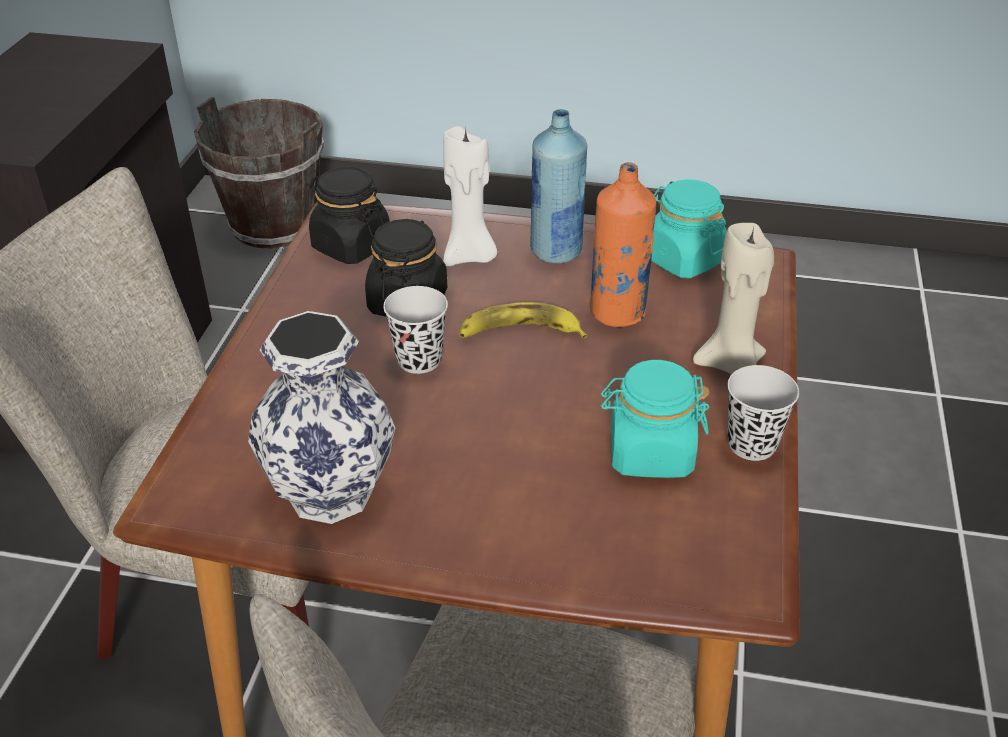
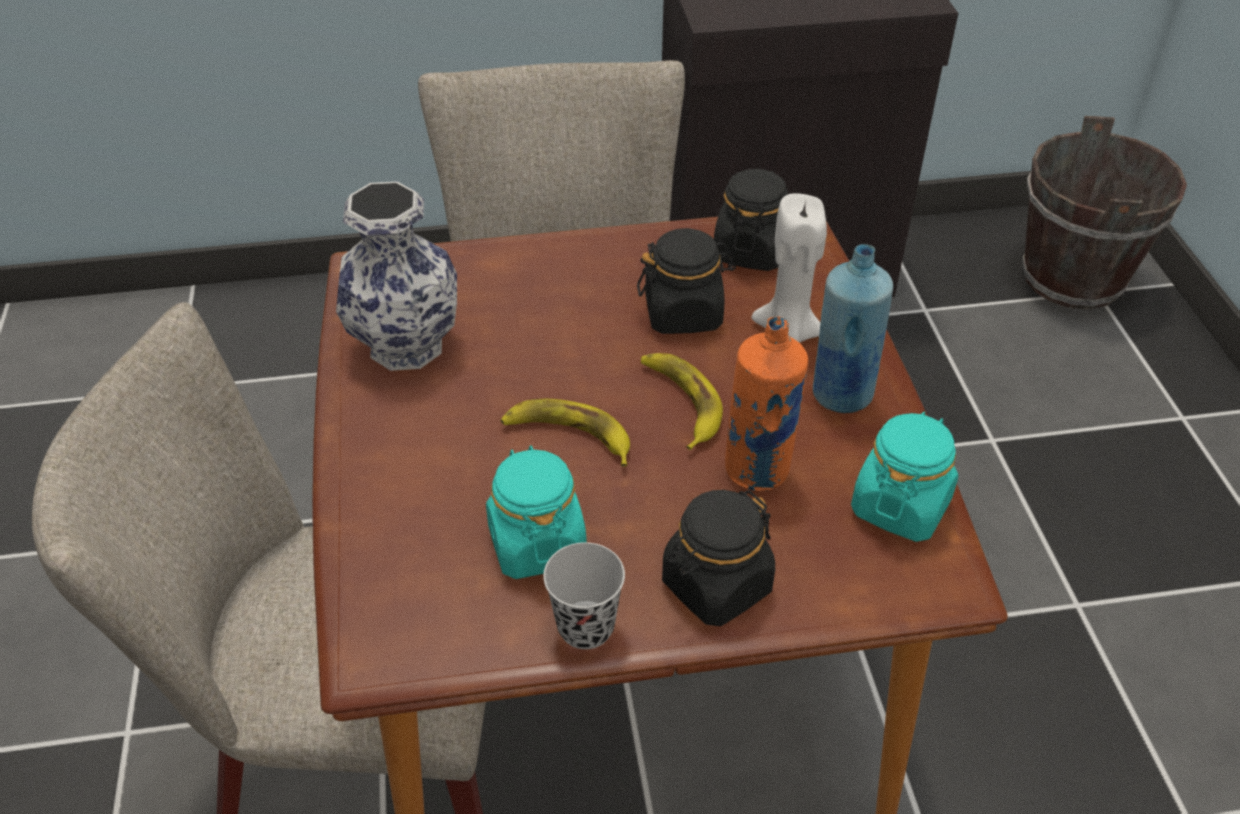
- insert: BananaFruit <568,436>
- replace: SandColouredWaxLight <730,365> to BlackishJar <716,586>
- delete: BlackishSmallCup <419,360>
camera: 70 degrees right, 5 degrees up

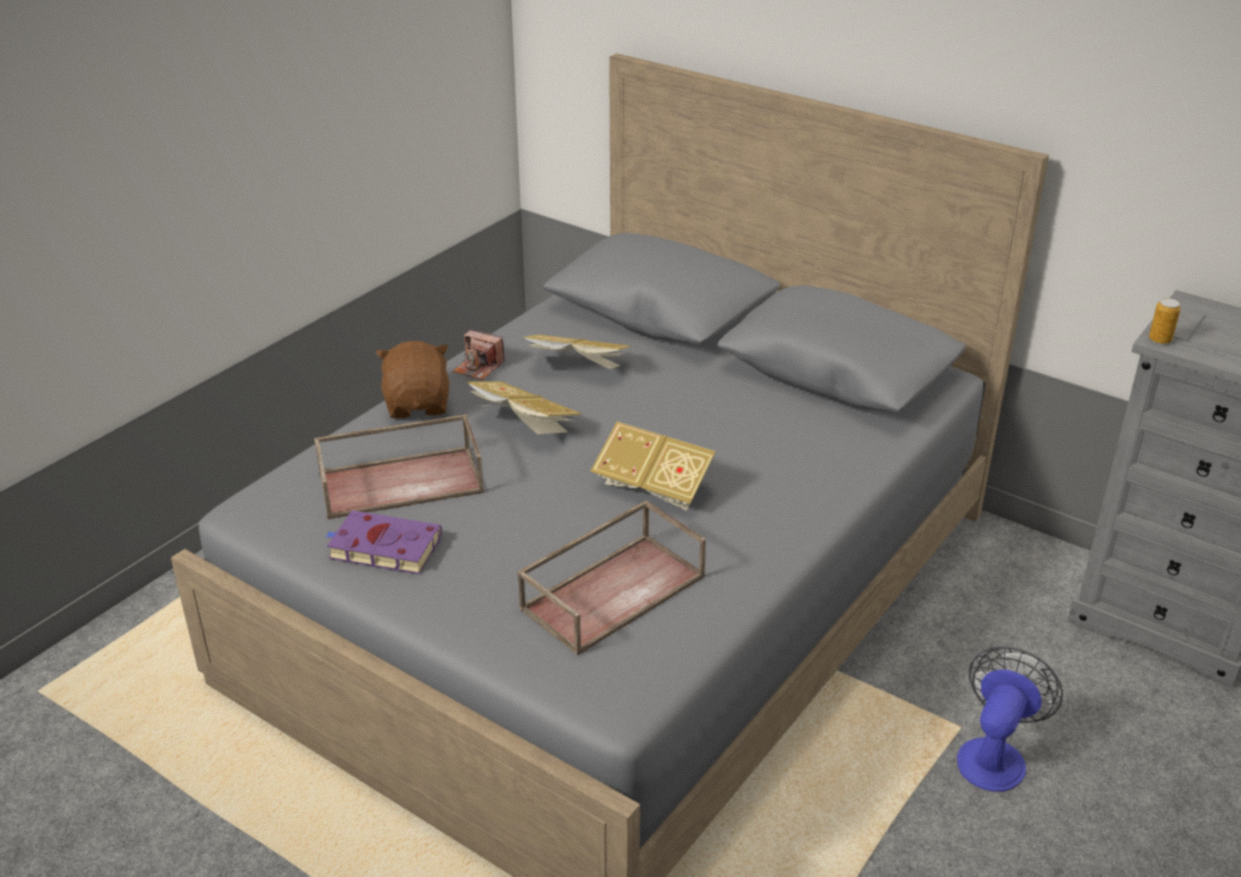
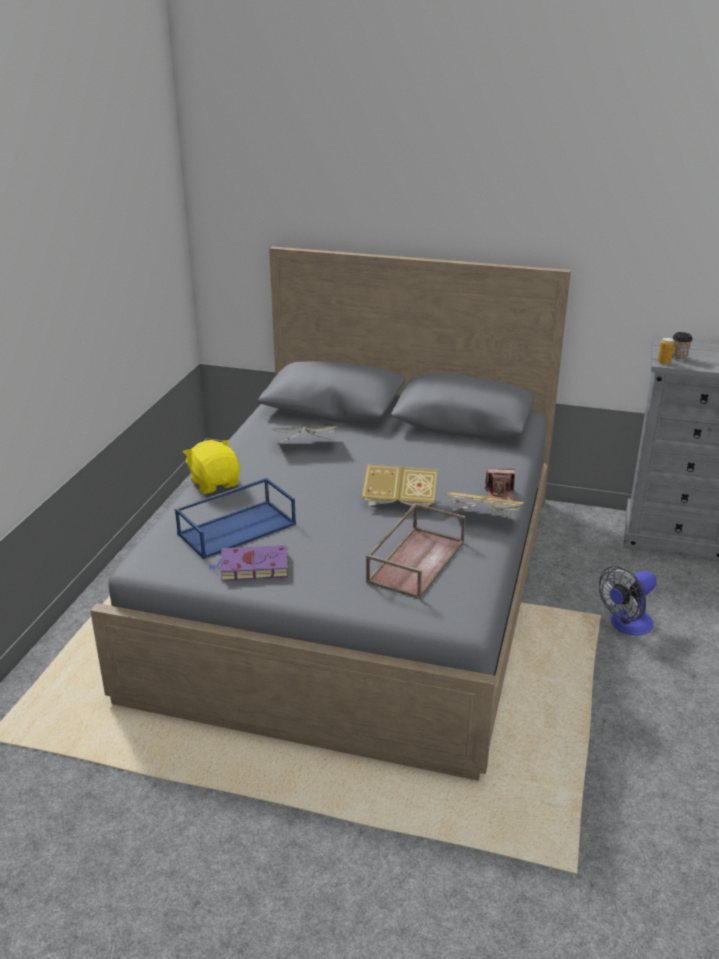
- recolor: BrownCarryingTray <402,481> to BluishCarryingTray <237,528>
- recolor: BrownCuddlyToy <418,404> to YellowishCuddlyToy <215,483>
- move: Volume <523,426> to <483,519>
- move: StillCamera <478,368> to <500,494>
- rotate: Fan <994,755> = <626,625> 135 degrees counterclockwise
- insert: SmallCup <679,358>
camera: 20 degrees left, 5 degrees down

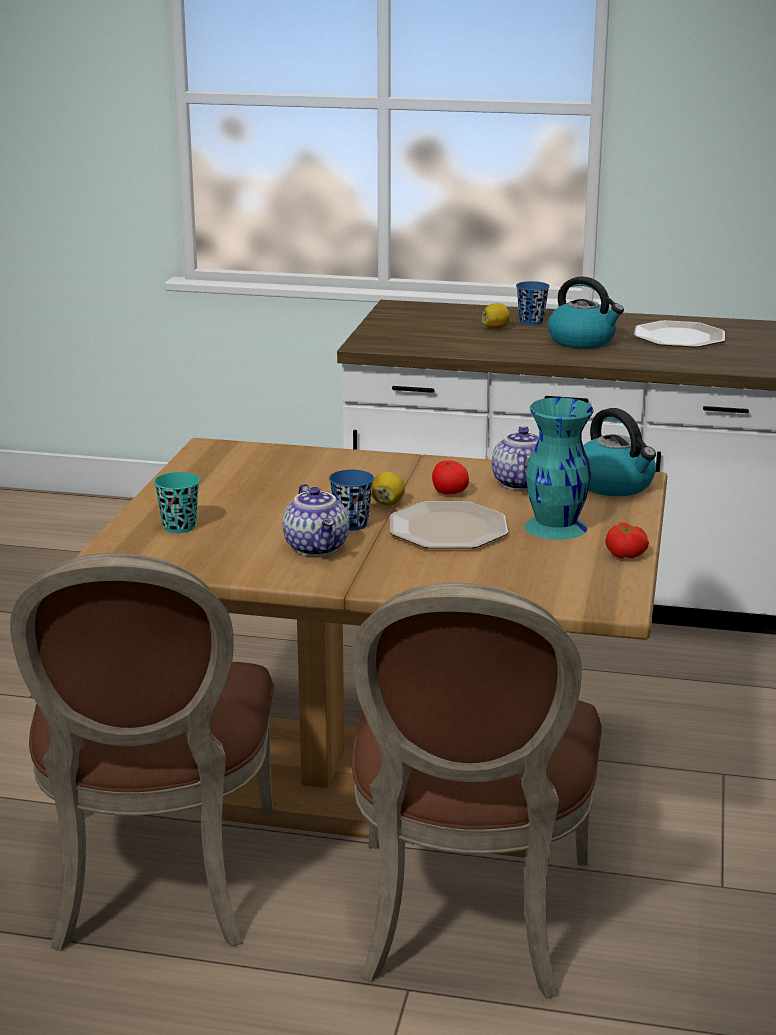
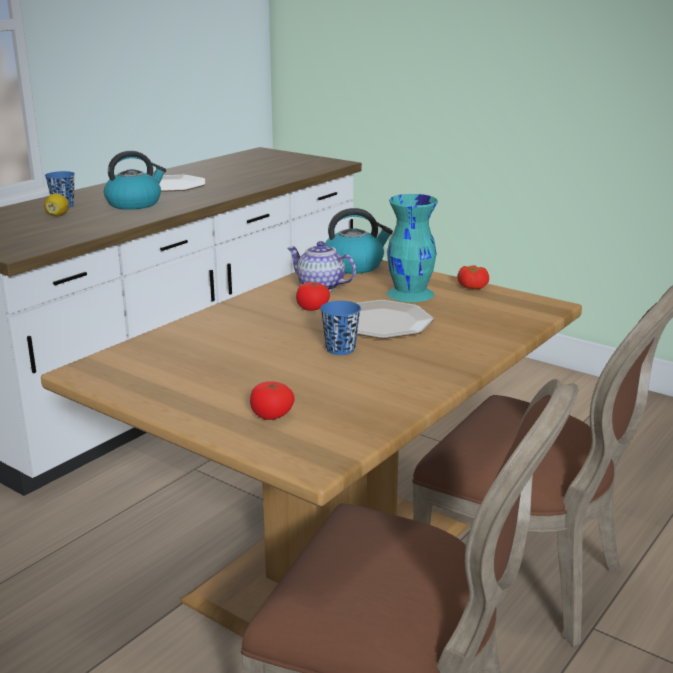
- replace: BlueGreenSmallCup <179,527> to WholeTomato <272,416>
- delete: PotForTea <318,548>
- delete: Lemon <387,503>
camera: 65 degrees left, 0 degrees up

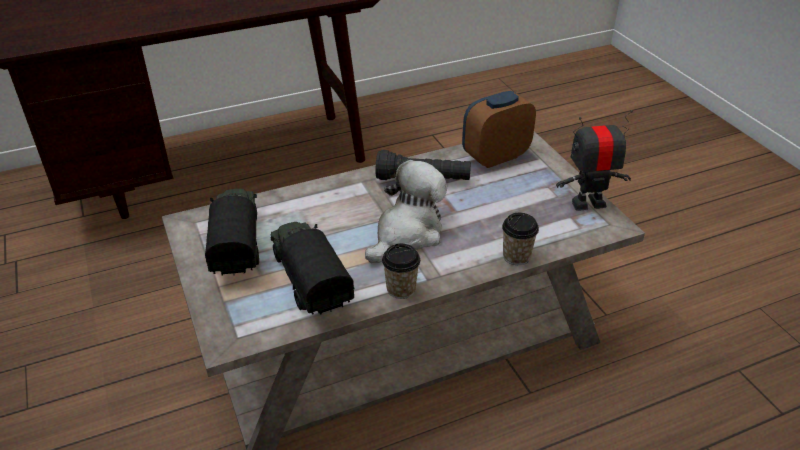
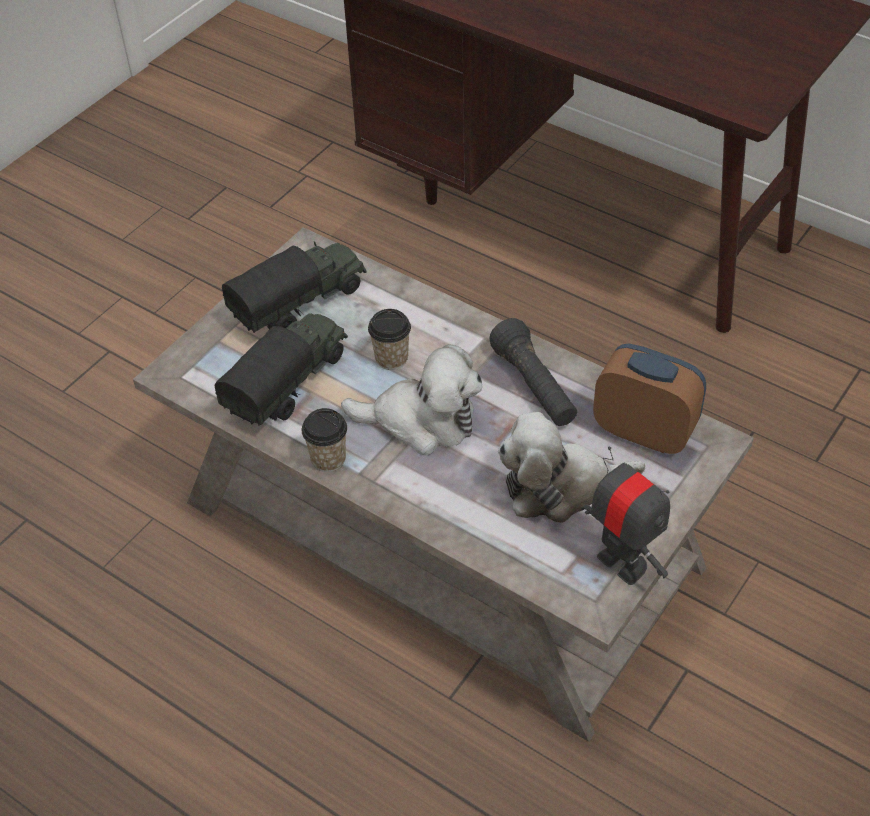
- move: SmallCup <516,256> to <391,358>
- insert: CuddlyToy <560,487>
camera: 60 degrees right, 10 degrees up

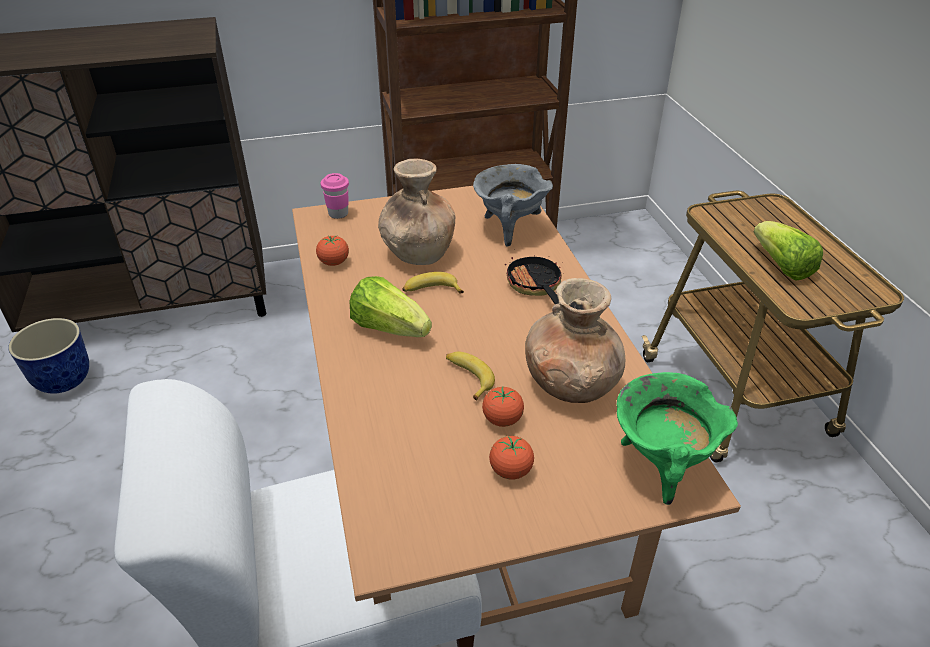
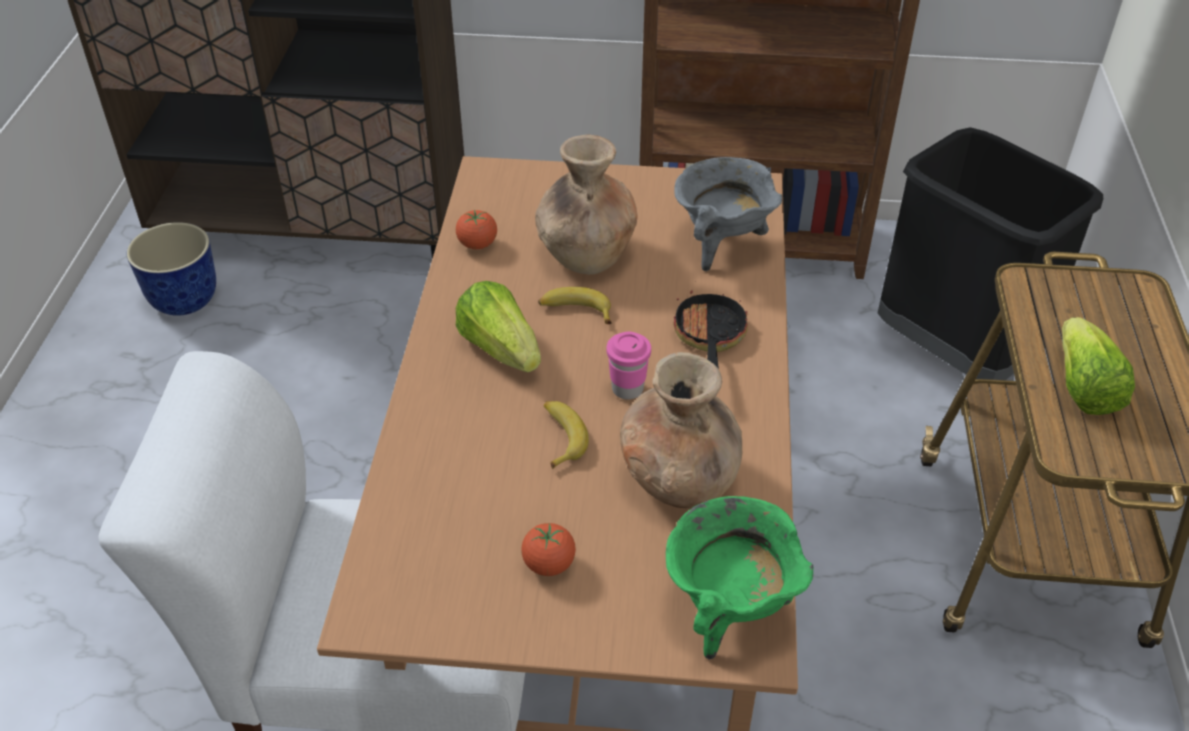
- move: PinkSmallCup <338,214> to <627,389>
- insert: BlackishTrashCan <955,351>
- delete: WholeTomato <502,419>
camera: 20 degrees right, 5 degrees up

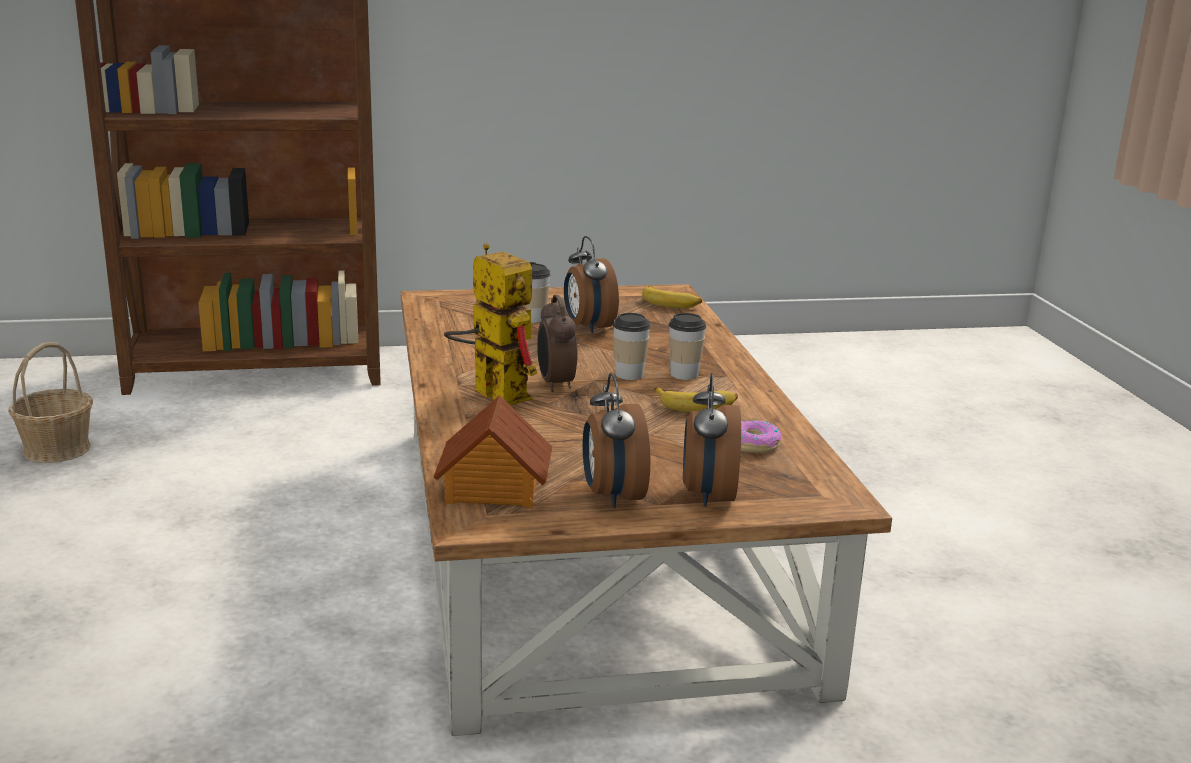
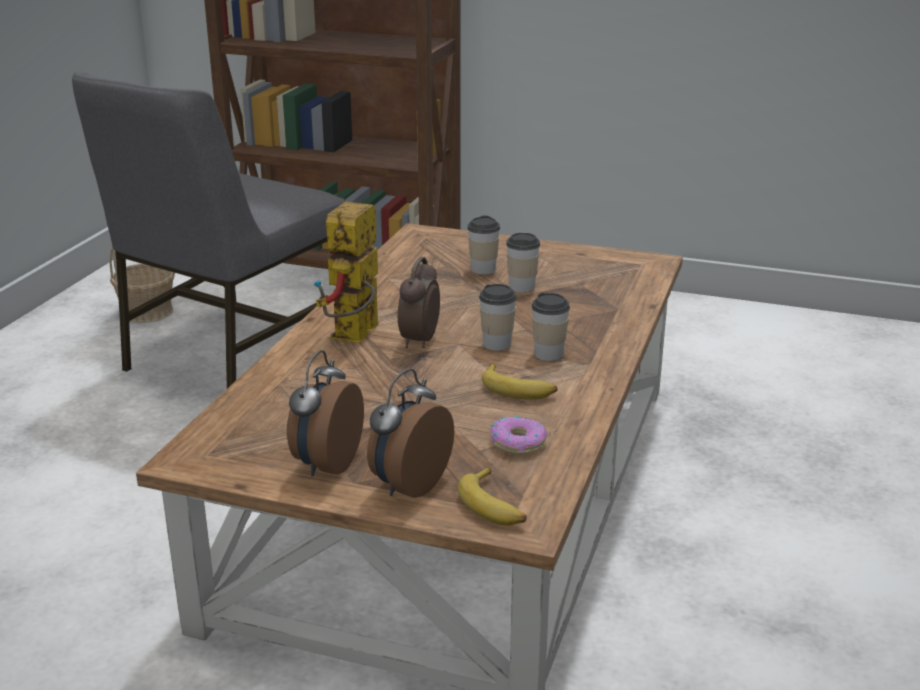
- insert: GrayPlainChair <232,355>
- rotate: ModelRobot <490,392> = <355,337> 150 degrees counterclockwise
- move: BananaFruit <671,303> to <494,506>
- replace: BedsideClock <587,327> to SmallCup <522,287>
- delete: ToyHouse <493,488>
camera: 30 degrees right, 5 degrees up

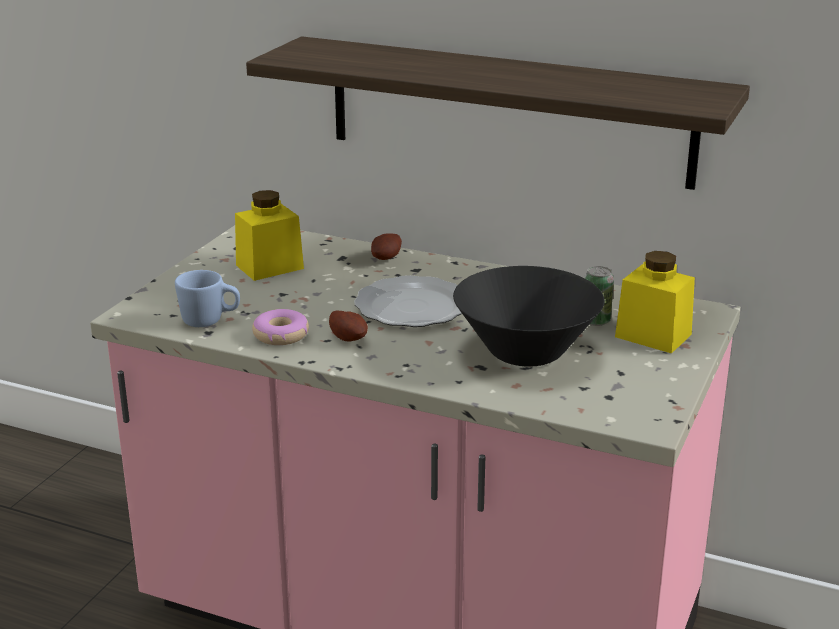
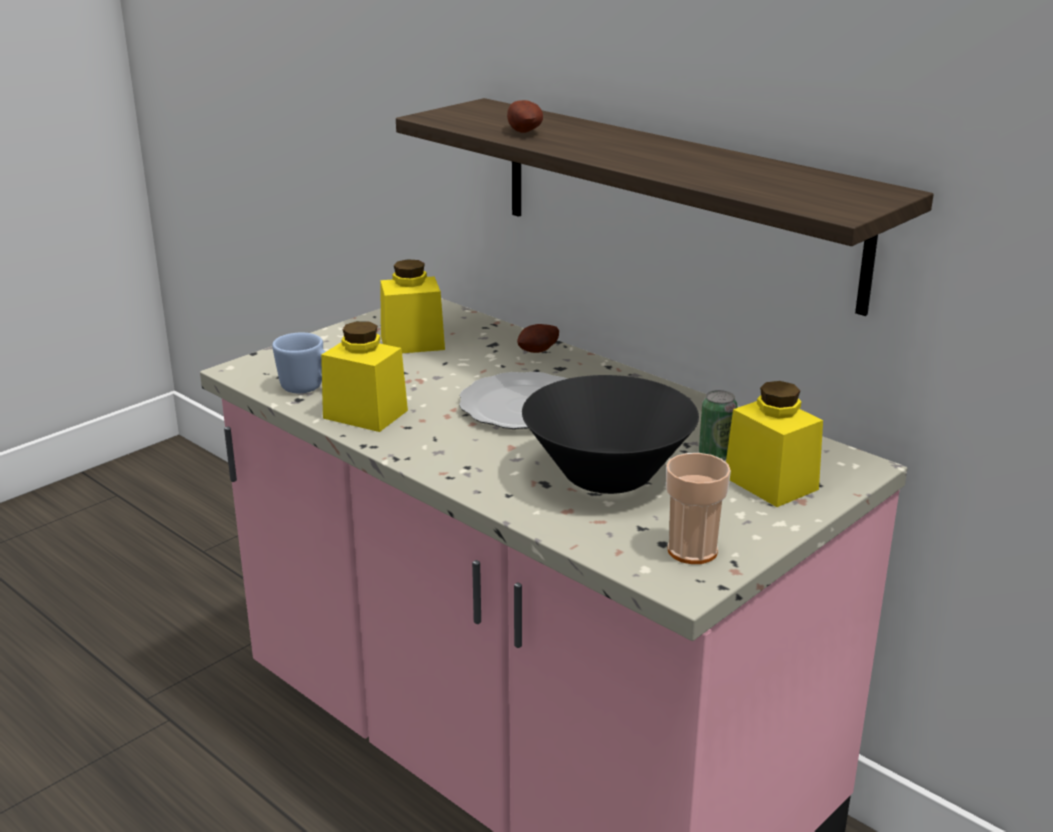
- replace: Doughnut <281,335> to YellowishJar <365,414>
- move: WholePotato <349,338> to <525,131>
- insert: SmallCup <692,551>
camera: 20 degrees right, 0 degrees up

